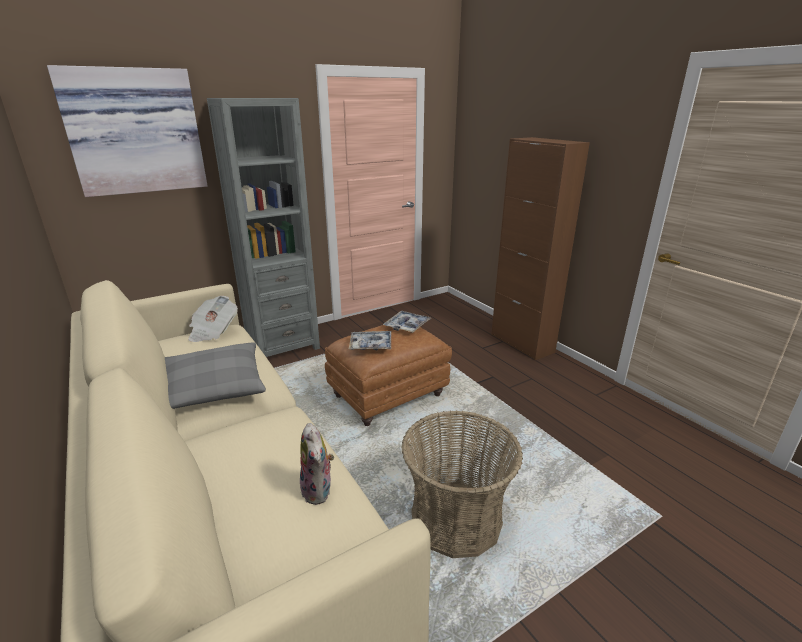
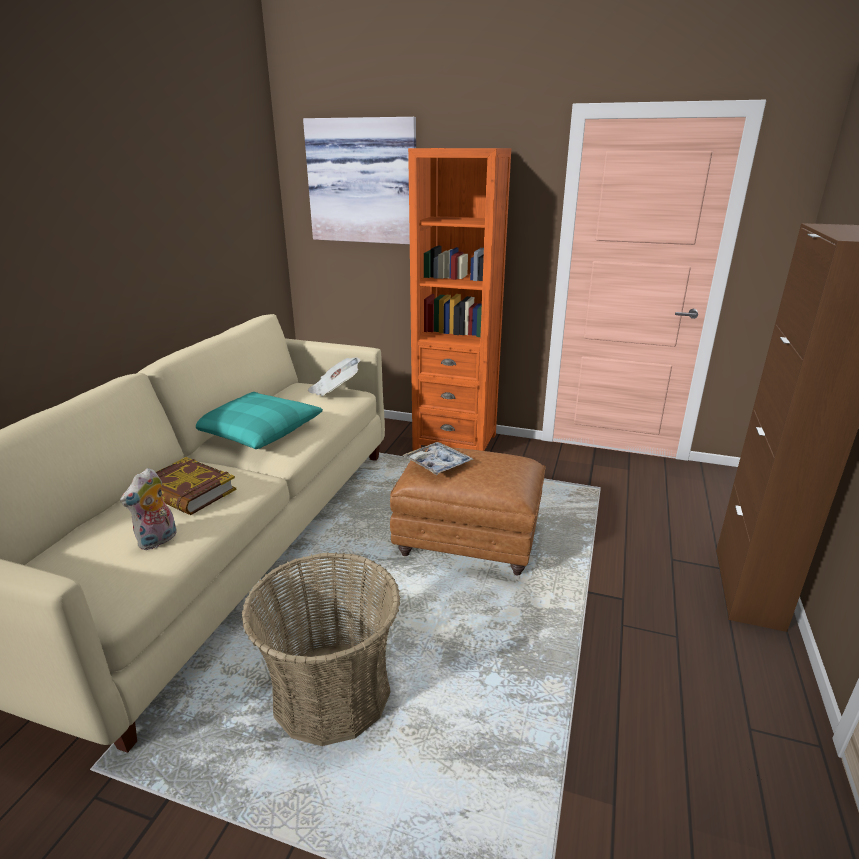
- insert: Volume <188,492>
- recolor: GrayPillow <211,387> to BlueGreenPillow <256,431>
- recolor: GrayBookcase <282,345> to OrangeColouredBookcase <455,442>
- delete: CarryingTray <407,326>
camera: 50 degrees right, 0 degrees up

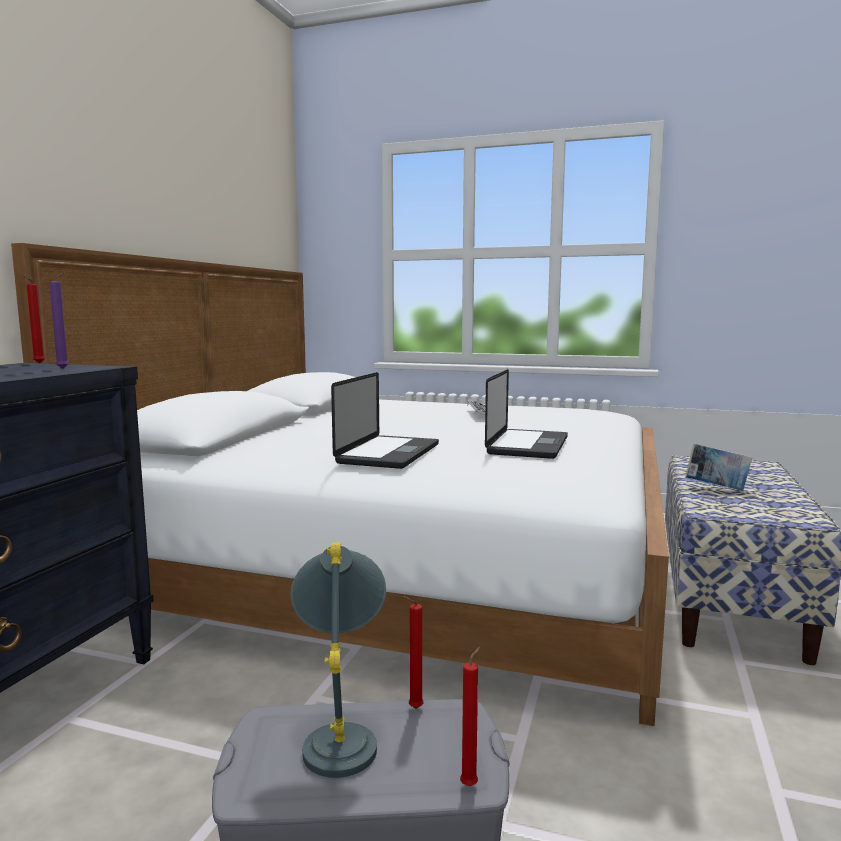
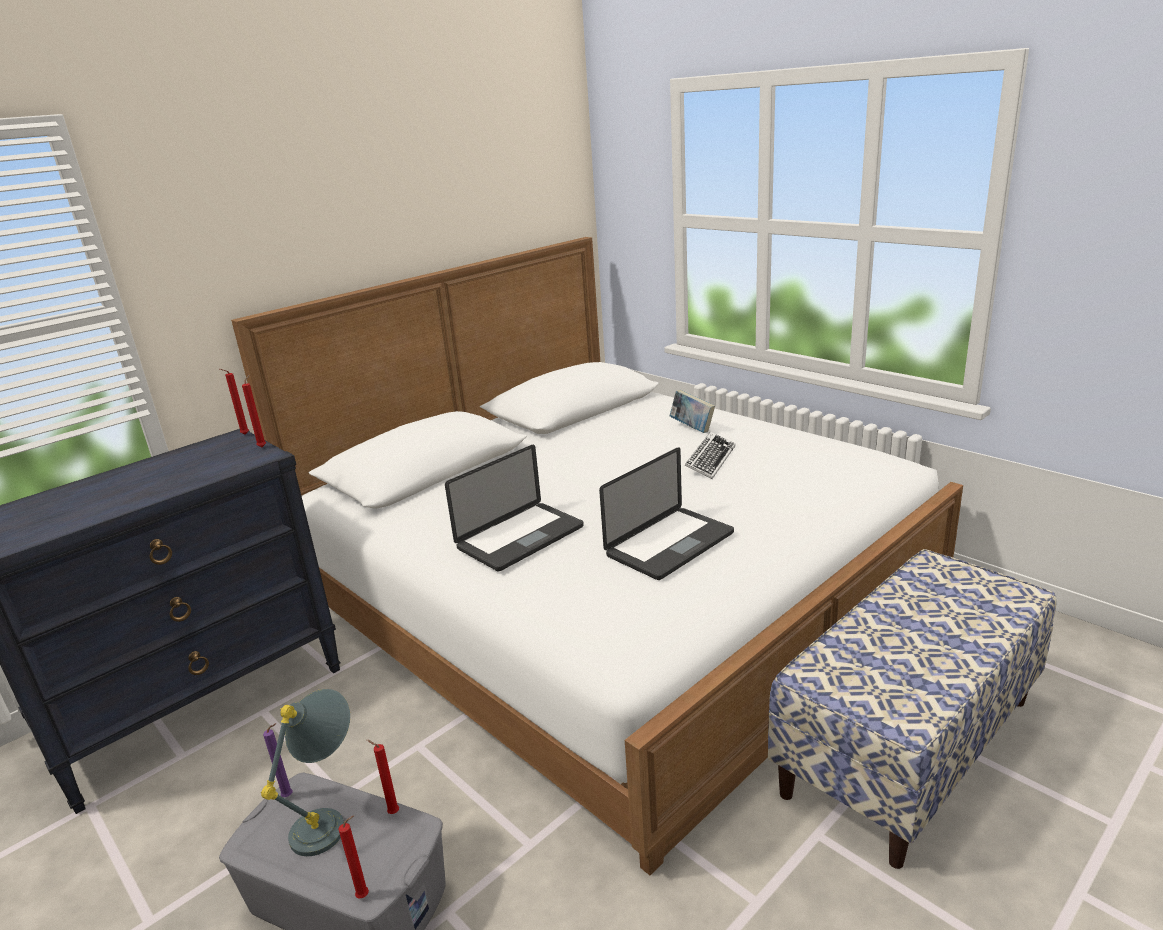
- insert: ReddishWaxLight <263,446>
- move: PurpleColouredWaxLight <65,368> to <289,796>
- move: Volume <716,488> to <692,428>
camera: 30 degrees right, 15 degrees up

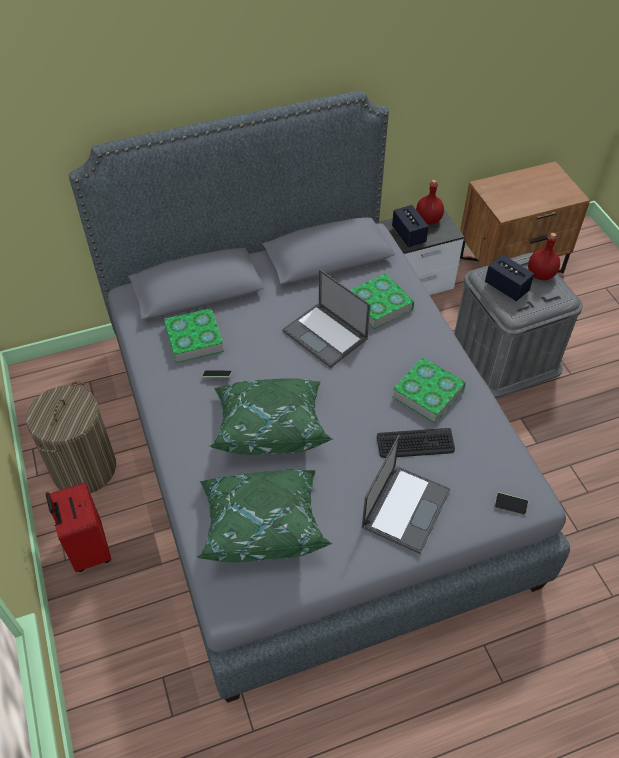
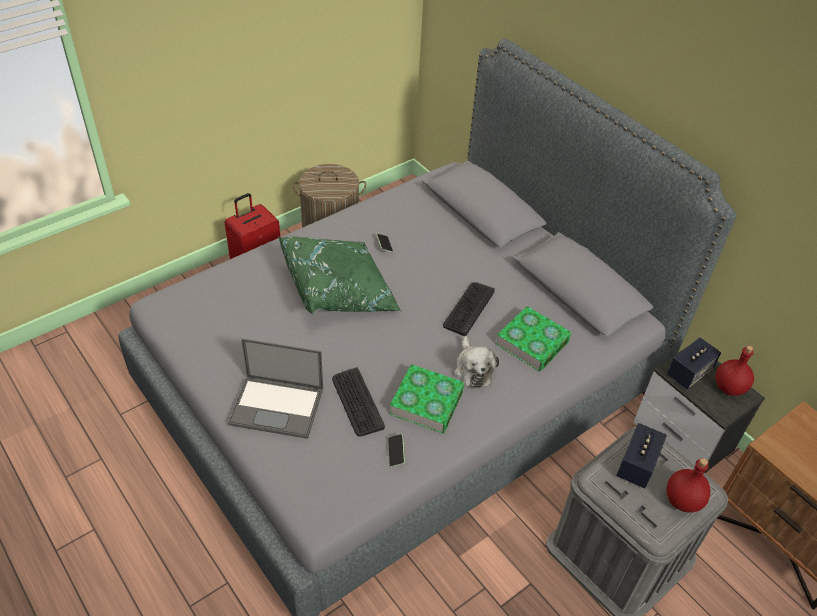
- move: Telephone <510,506> to <396,453>
- replace: NotebookComputer <326,335> to ComputerKeyboard <468,308>
- insert: CuddlyToy <472,369>
- delete: Volume <194,339>
- delete: GreenPillow <262,524>
camera: 70 degrees right, 5 degrees down

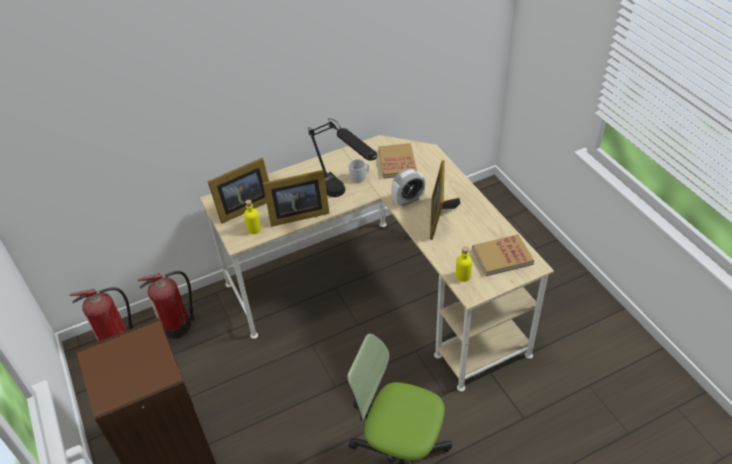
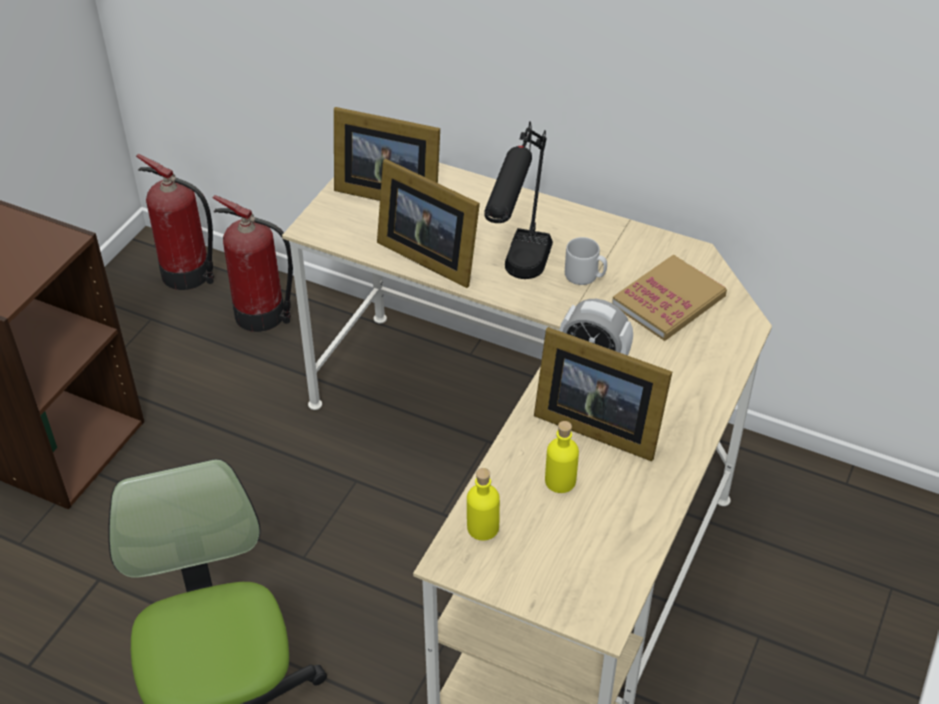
- rotate: PhotoFrame <440,216> = <595,424> 120 degrees counterclockwise
- move: YellowishBottle <254,229> to <560,481>
- delete: Volume <502,256>
camera: 50 degrees right, 0 degrees up

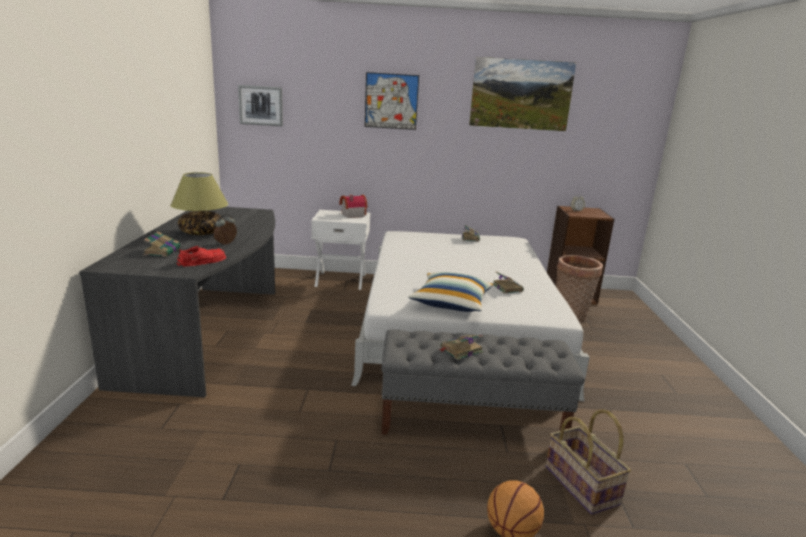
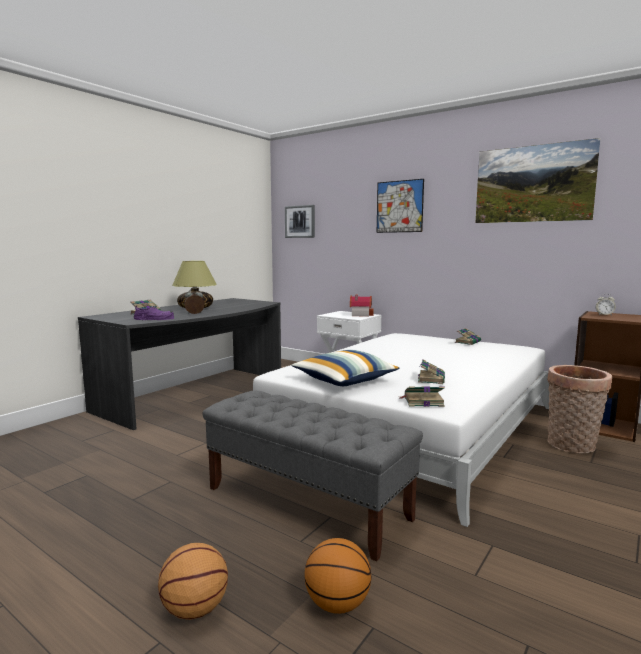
- recolor: ReddishItemOfFootwear <202,261> to PurpleColouredItemOfFootwear <154,319>
- replace: StorageBasket <582,485> to BasketballBall <337,604>
- move: Volume <460,350> to <422,401>
camera: 35 degrees right, 10 degrees down

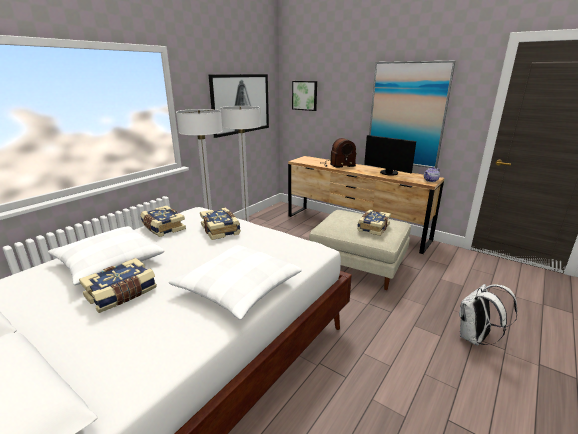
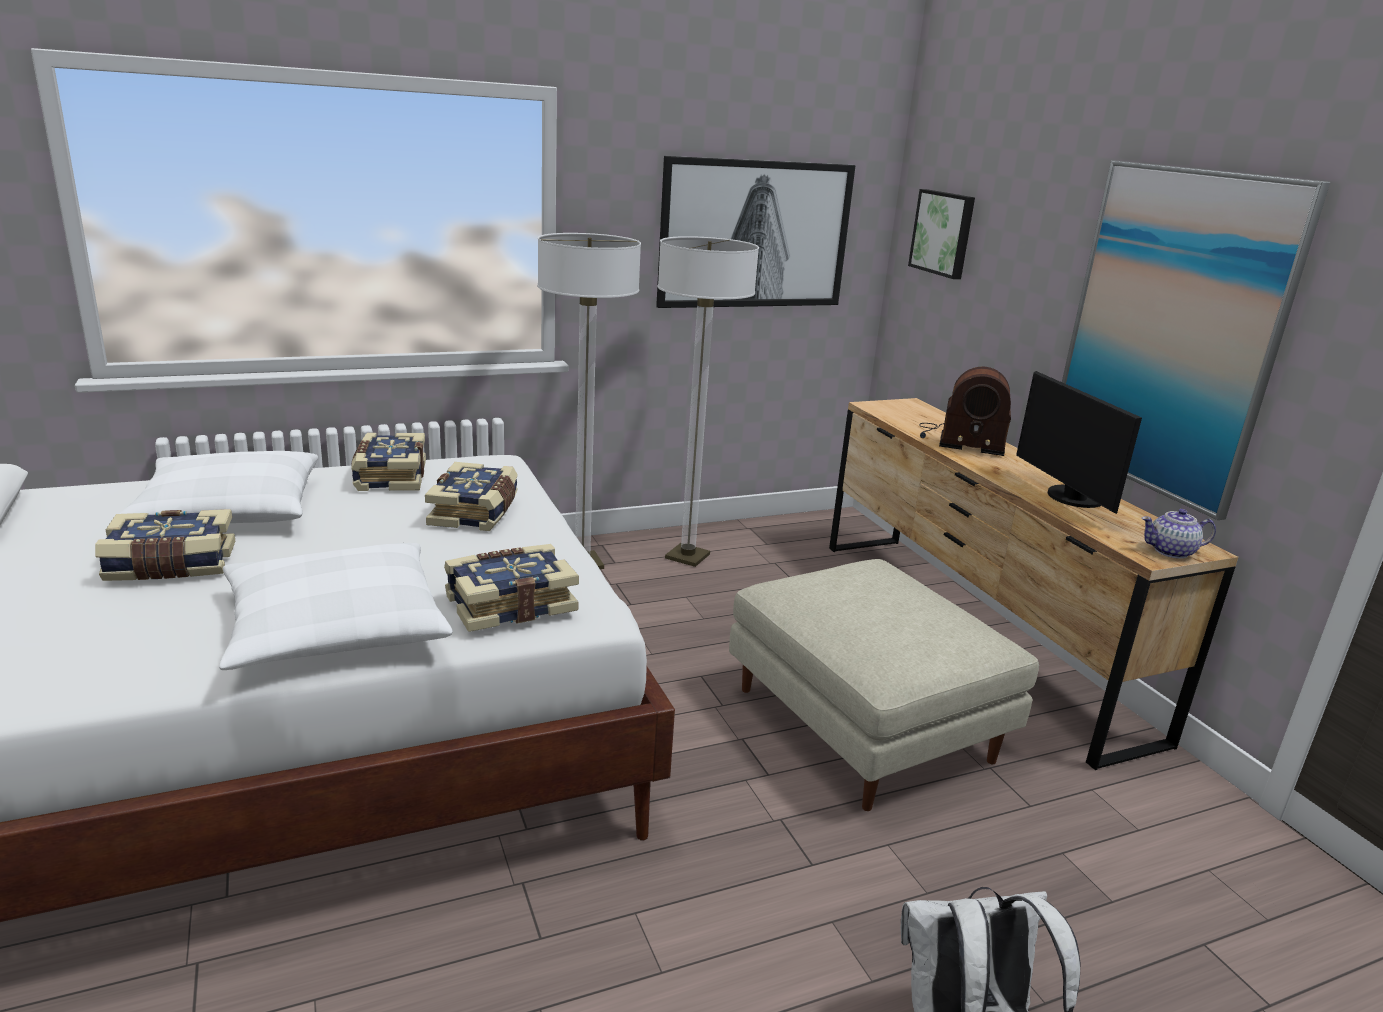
- move: Volume <372,227> to <510,603>
camera: 30 degrees right, 0 degrees up

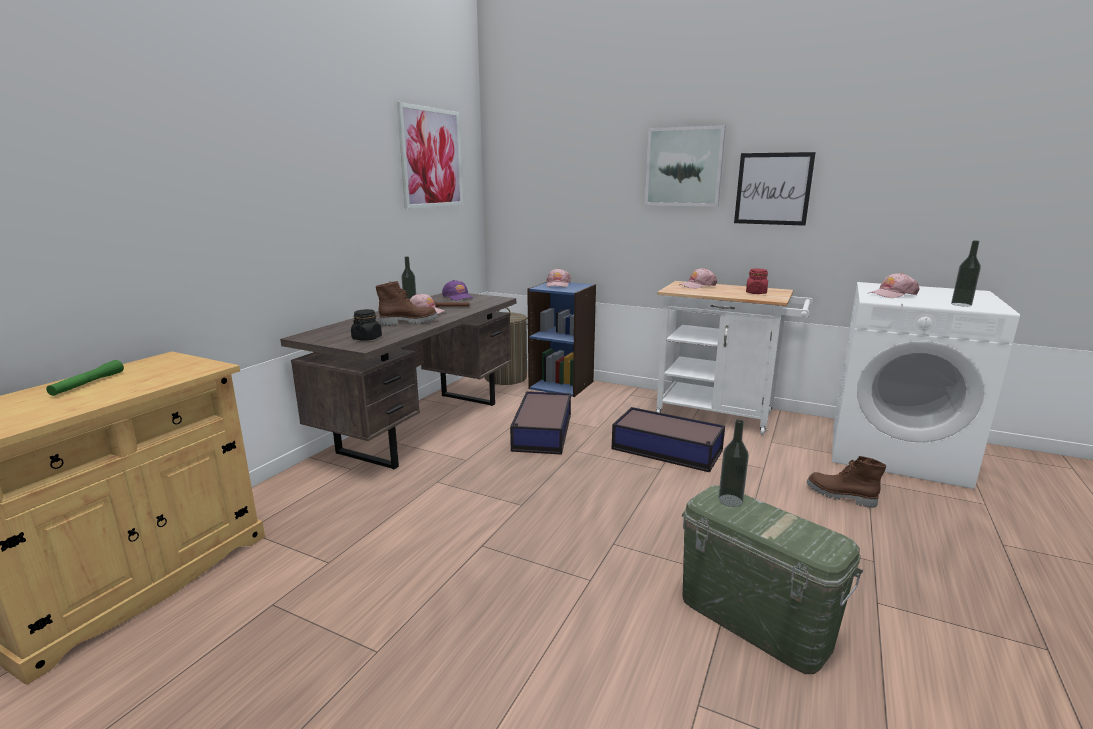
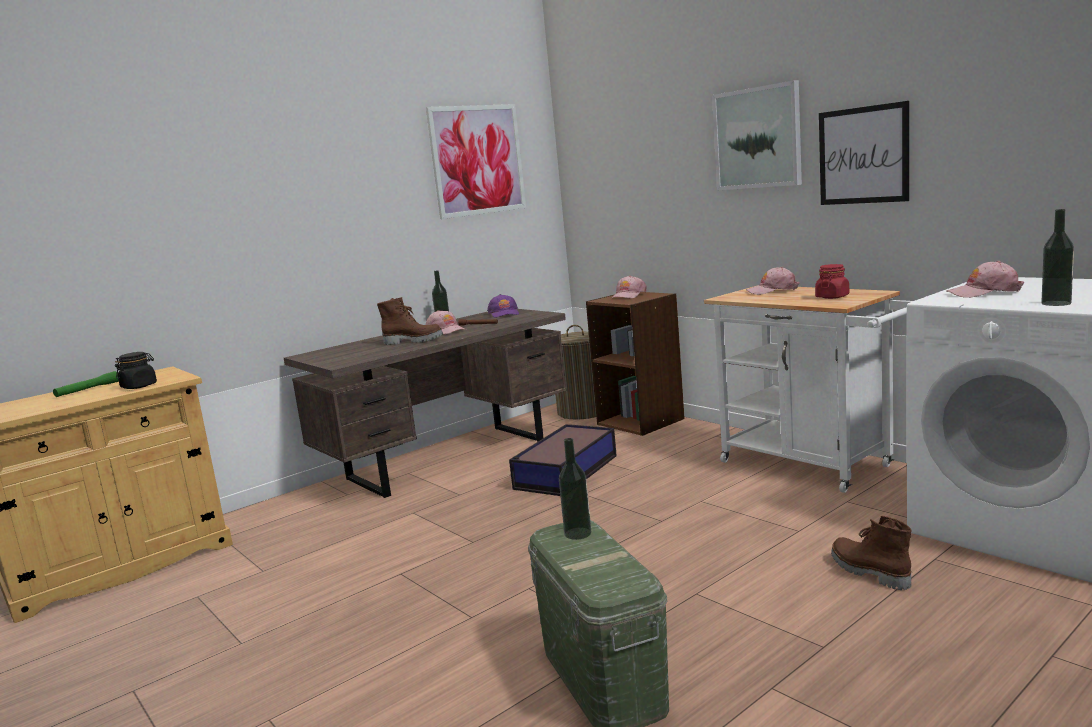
- move: BlackishJar <367,338> to <139,386>
- recolor: BluishBookcase <562,385> to BrownBookcase <641,421>
- delete: StorageContainer <668,450>
camera: 25 degrees right, 5 degrees down

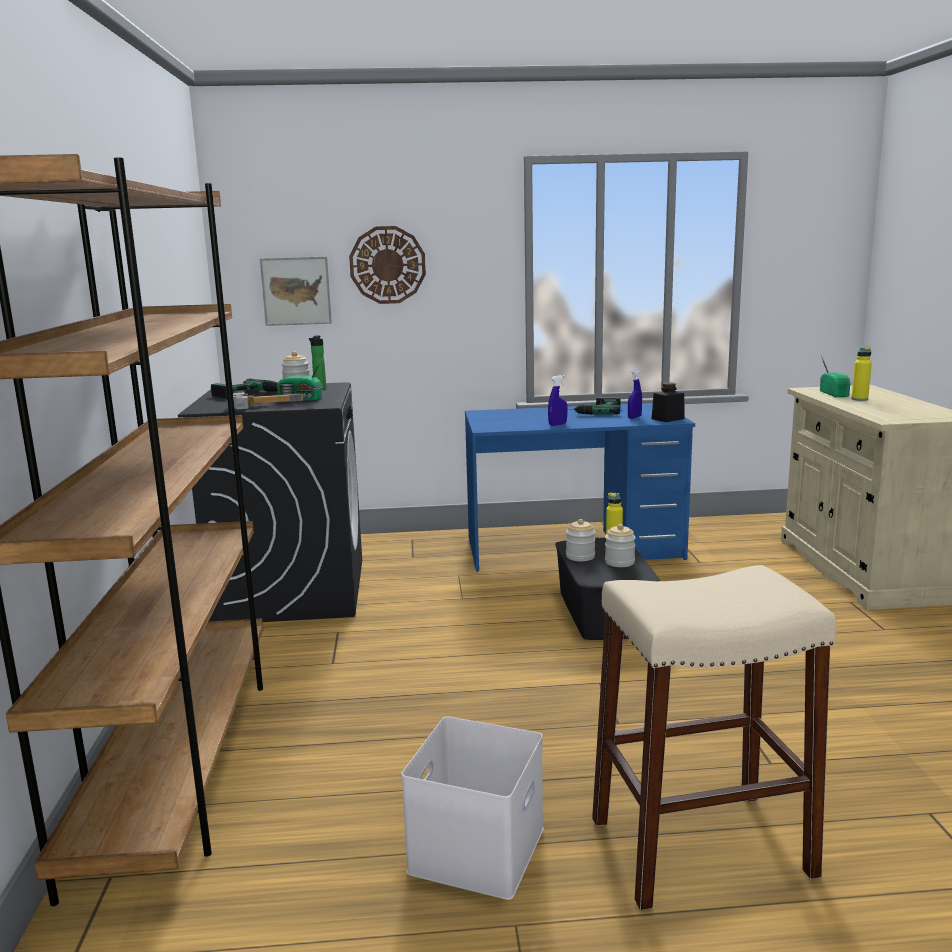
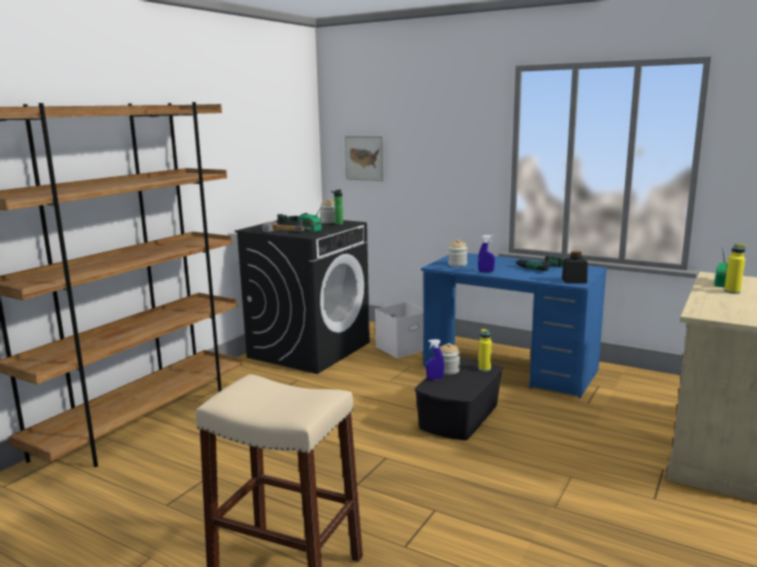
- move: WhiteColouredStorageContainer <475,847> to <402,347>
- move: BluishSprayBottle <634,417> to <435,379>
- move: Jar <619,562> to <457,264>
- delete: HangingClock <387,265>
camera: 35 degrees right, 0 degrees up

